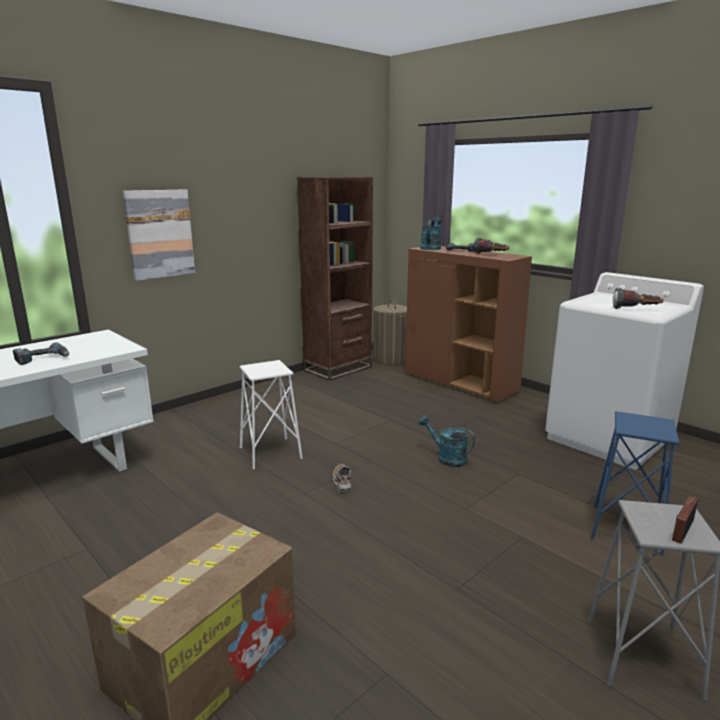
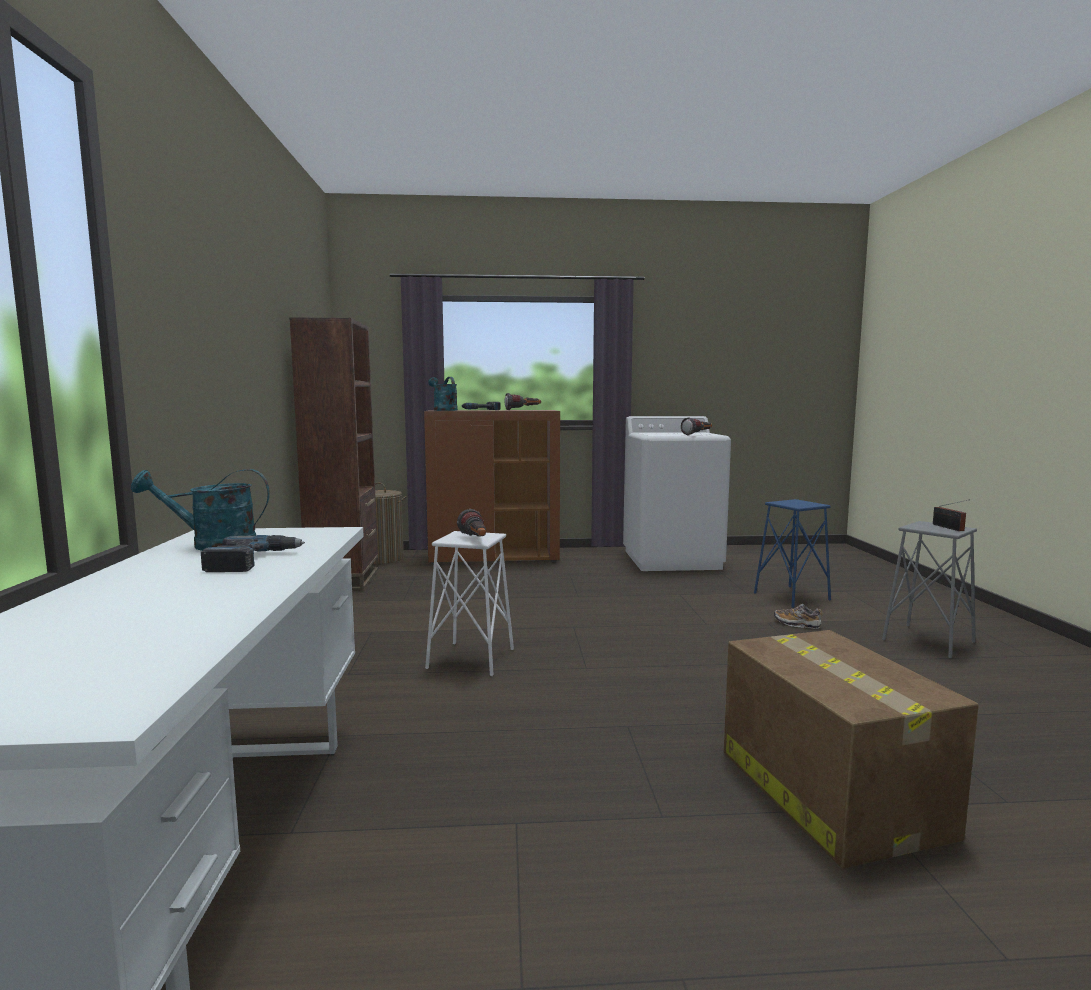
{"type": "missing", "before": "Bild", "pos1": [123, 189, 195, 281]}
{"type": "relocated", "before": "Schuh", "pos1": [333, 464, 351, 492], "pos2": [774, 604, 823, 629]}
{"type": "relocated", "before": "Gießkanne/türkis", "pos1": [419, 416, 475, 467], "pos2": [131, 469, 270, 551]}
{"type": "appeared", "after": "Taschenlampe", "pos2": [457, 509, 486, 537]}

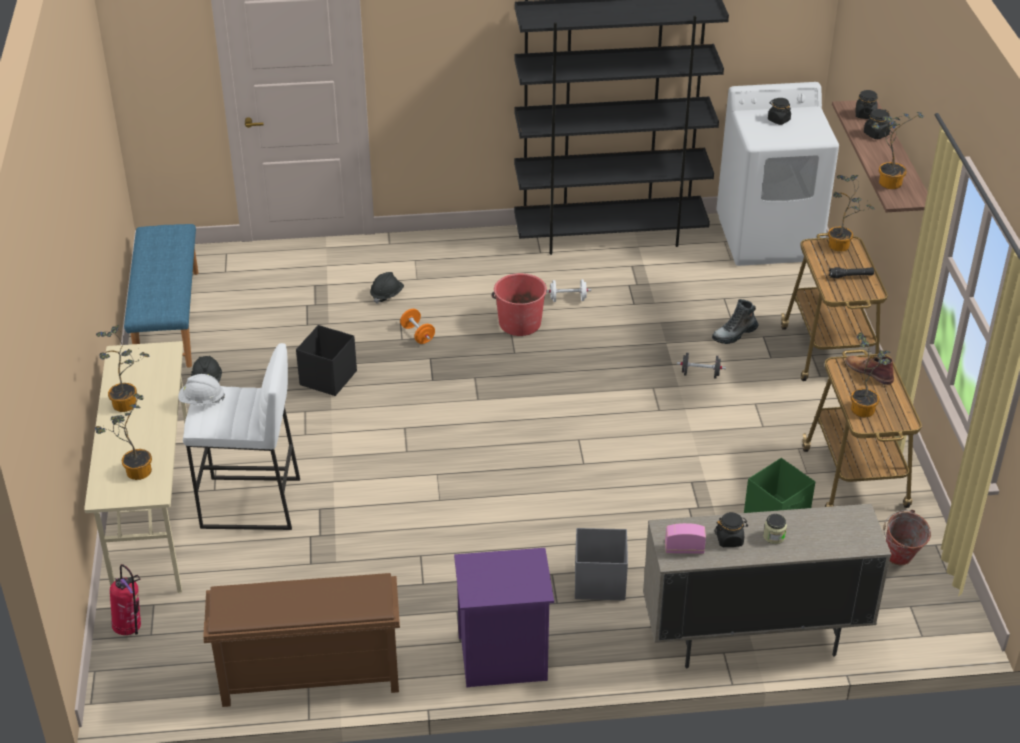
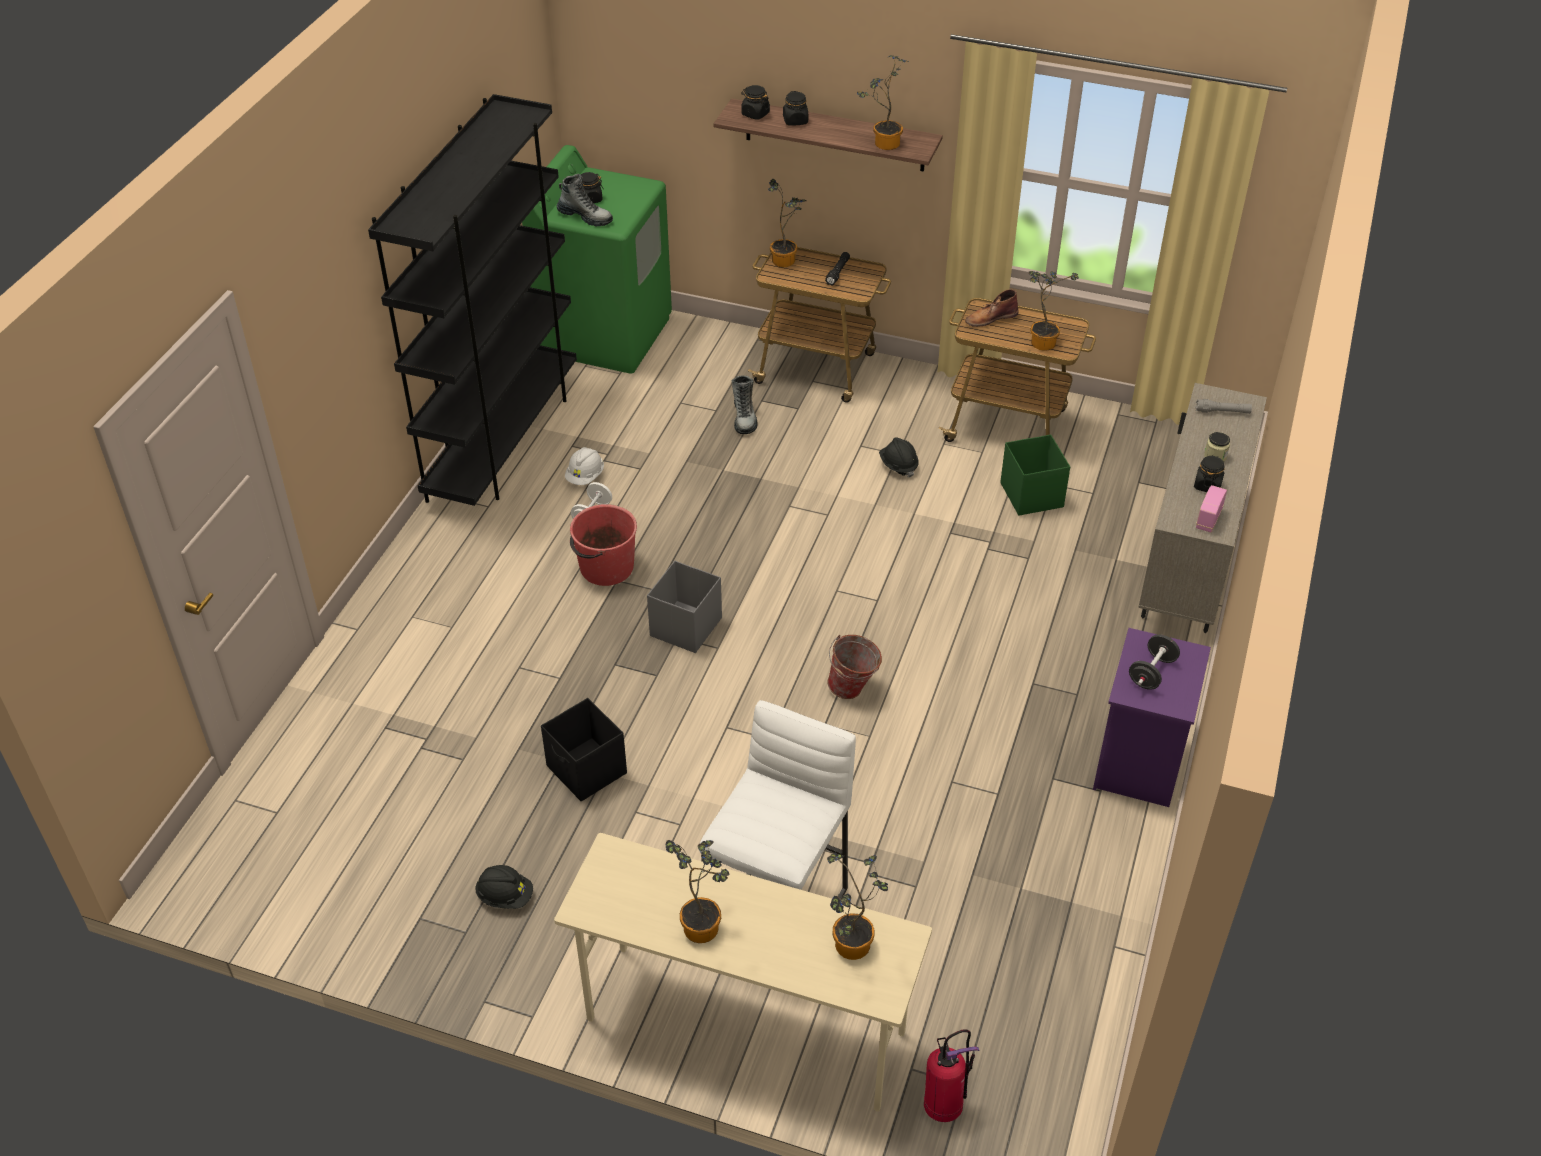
{"type": "missing", "before": "Bank/blau", "pos1": [124, 224, 198, 368]}
{"type": "relocated", "before": "Schutzhelm/weiß", "pos1": [178, 374, 225, 405], "pos2": [565, 447, 604, 485]}
{"type": "missing", "before": "Schuhregal/braun", "pos1": [203, 573, 400, 707]}
{"type": "relocated", "before": "Schutzhelm/schwarz", "pos1": [370, 272, 404, 304], "pos2": [879, 437, 919, 477]}
{"type": "missing", "before": "Hantel/orange", "pos1": [400, 309, 435, 344]}
{"type": "relocated", "before": "Aufbewahrungsbox/grau", "pos1": [575, 528, 628, 600], "pos2": [647, 561, 722, 653]}
{"type": "relocated", "before": "Hantel/schwarz", "pos1": [677, 353, 726, 379], "pos2": [1129, 634, 1180, 690]}
{"type": "colour", "before": "Waschmaschine/weiß", "after": "Waschmaschine/grün", "pos1": [716, 82, 839, 266], "pos2": [522, 145, 672, 374]}
{"type": "relocated", "before": "Eimer", "pos1": [883, 510, 931, 565], "pos2": [827, 635, 882, 699]}
{"type": "appeared", "after": "Stiefel", "pos2": [557, 174, 613, 227]}
{"type": "appeared", "after": "Taschenlampe/grau", "pos2": [1195, 399, 1252, 414]}

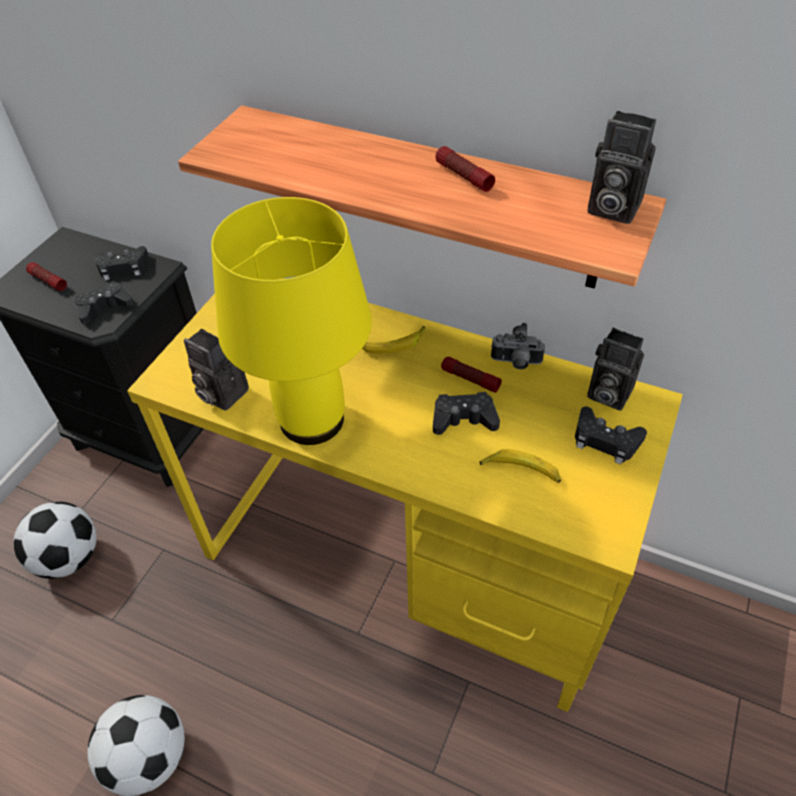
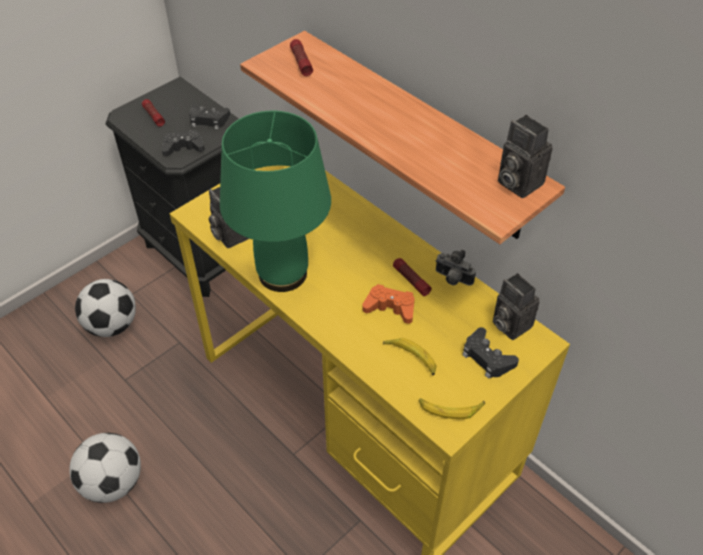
{"type": "colour", "before": "Tischlampe/gelb", "after": "Tischlampe/grün", "pos1": [211, 197, 372, 445], "pos2": [220, 111, 331, 292]}
{"type": "relocated", "before": "Banane", "pos1": [362, 326, 425, 353], "pos2": [419, 398, 485, 419]}
{"type": "colour", "before": "Gamepad/schwarz", "after": "Gamepad/orange", "pos1": [433, 392, 500, 435], "pos2": [362, 284, 415, 324]}
{"type": "relocated", "before": "Taschenlampe", "pos1": [436, 146, 495, 192], "pos2": [290, 39, 313, 76]}

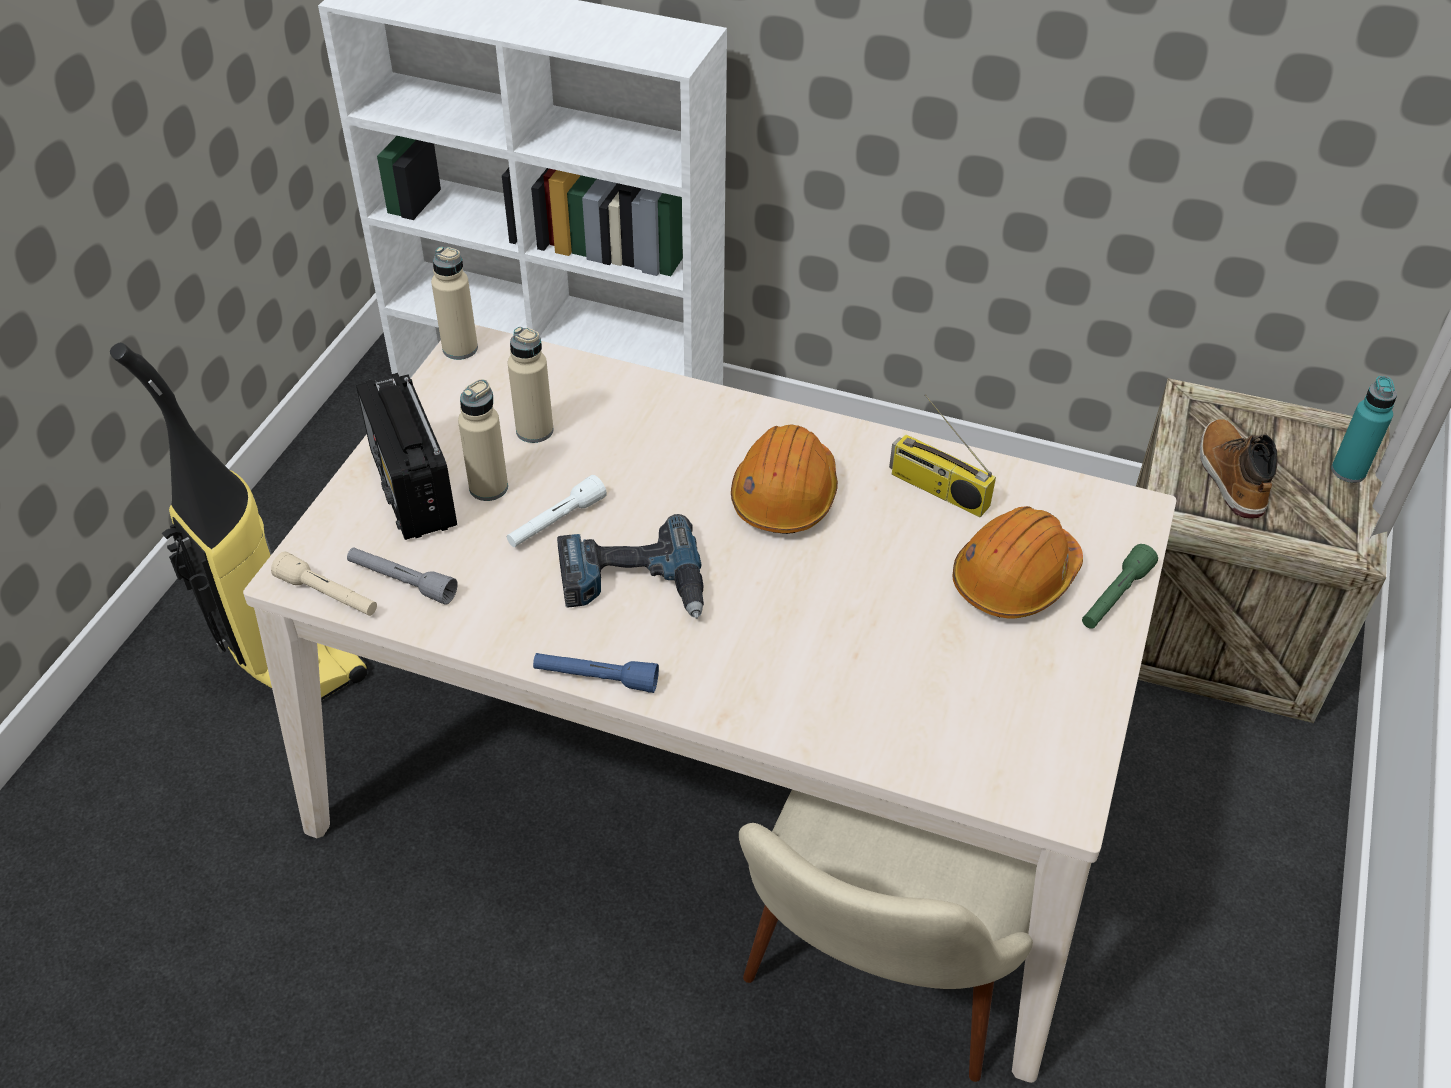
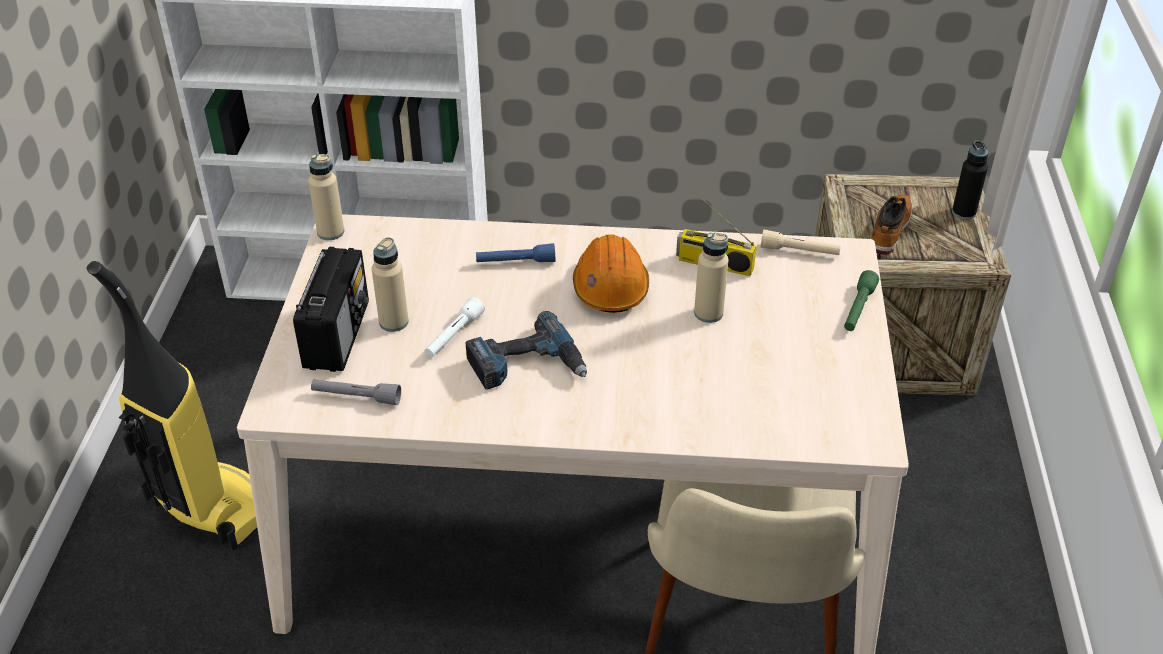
{"type": "relocated", "before": "Taschenlampe/beige", "pos1": [271, 552, 377, 616], "pos2": [761, 230, 841, 255]}
{"type": "spun", "before": "Radio", "pos1": [356, 373, 457, 540], "pos2": [293, 247, 369, 372], "turn": -135}
{"type": "relocated", "before": "Flasche/beige", "pos1": [508, 327, 553, 443], "pos2": [694, 233, 729, 323]}
{"type": "relocated", "before": "Taschenlampe/blau", "pos1": [533, 653, 659, 693], "pos2": [476, 243, 555, 262]}
{"type": "missing", "before": "Schutzhelm/orange", "pos1": [953, 506, 1083, 619]}
{"type": "spun", "before": "Stiefel", "pos1": [1200, 419, 1278, 518], "pos2": [870, 194, 912, 255], "turn": 45}
{"type": "colour", "before": "Flasche/türkis", "after": "Flasche/schwarz", "pos1": [1331, 376, 1397, 483], "pos2": [952, 141, 988, 220]}

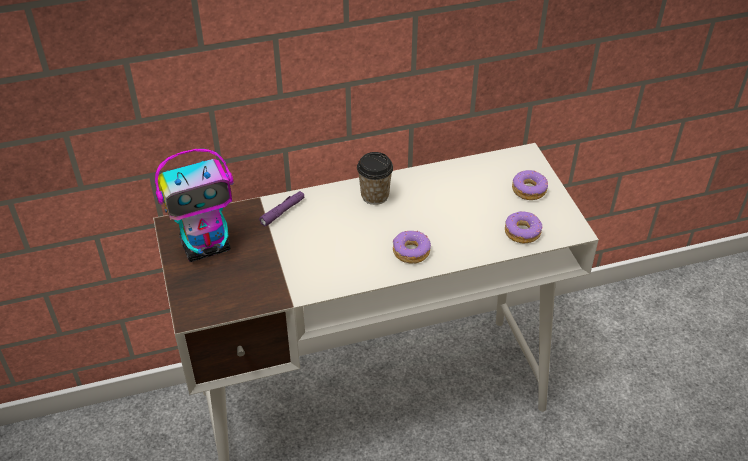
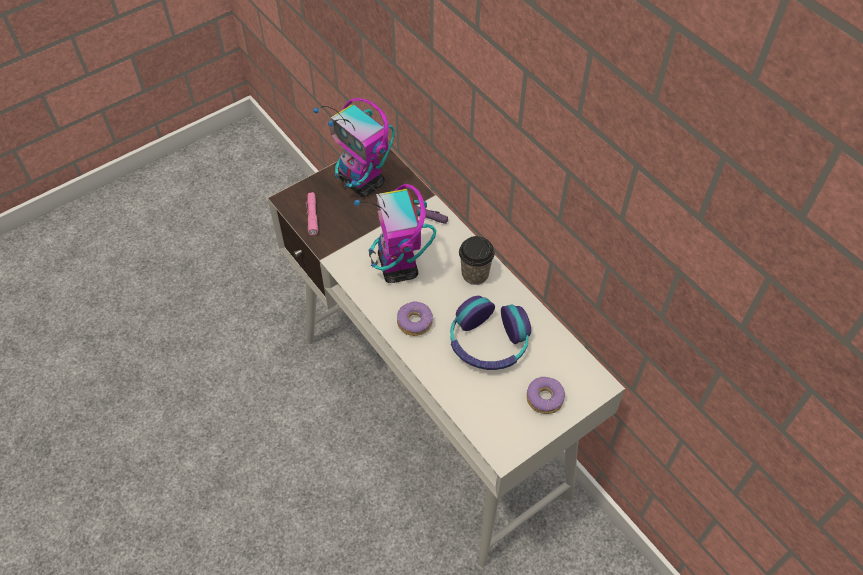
{"type": "missing", "before": "Donut", "pos1": [505, 211, 542, 243]}
{"type": "appeared", "after": "Taschenlampe/rosa", "pos2": [306, 192, 318, 235]}
{"type": "appeared", "after": "Spielzeugroboter", "pos2": [351, 180, 436, 283]}
{"type": "appeared", "after": "Kopfhörer", "pos2": [450, 296, 531, 370]}

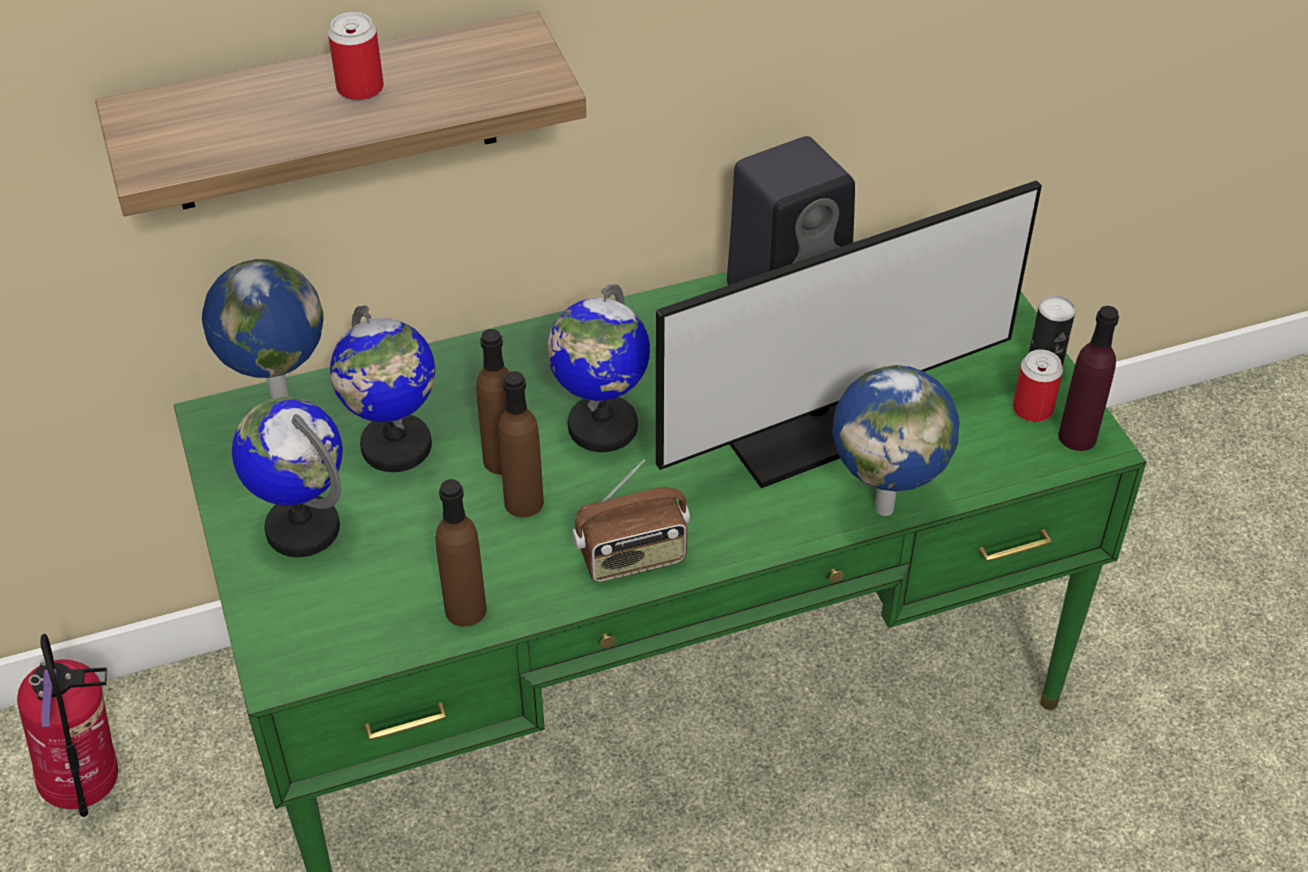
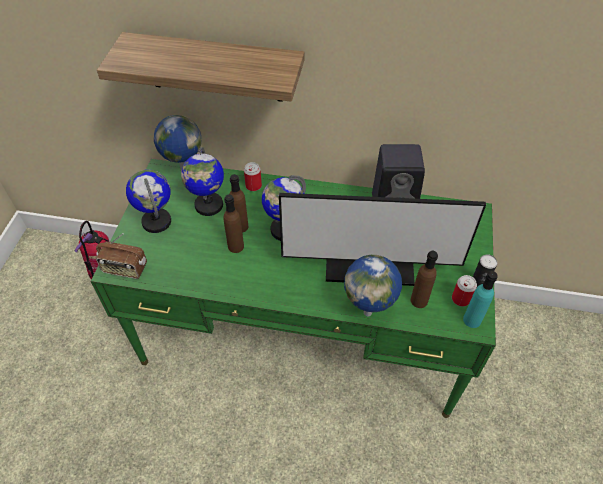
{"type": "relocated", "before": "Dose", "pos1": [328, 12, 384, 101], "pos2": [244, 162, 262, 191]}
{"type": "relocated", "before": "Flasche/braun", "pos1": [436, 479, 487, 627], "pos2": [411, 251, 438, 308]}
{"type": "relocated", "before": "Radio", "pos1": [572, 459, 690, 582], "pos2": [96, 234, 147, 279]}
{"type": "colour", "before": "Flasche/lila", "after": "Flasche/türkis", "pos1": [1058, 306, 1119, 451], "pos2": [463, 271, 498, 328]}

